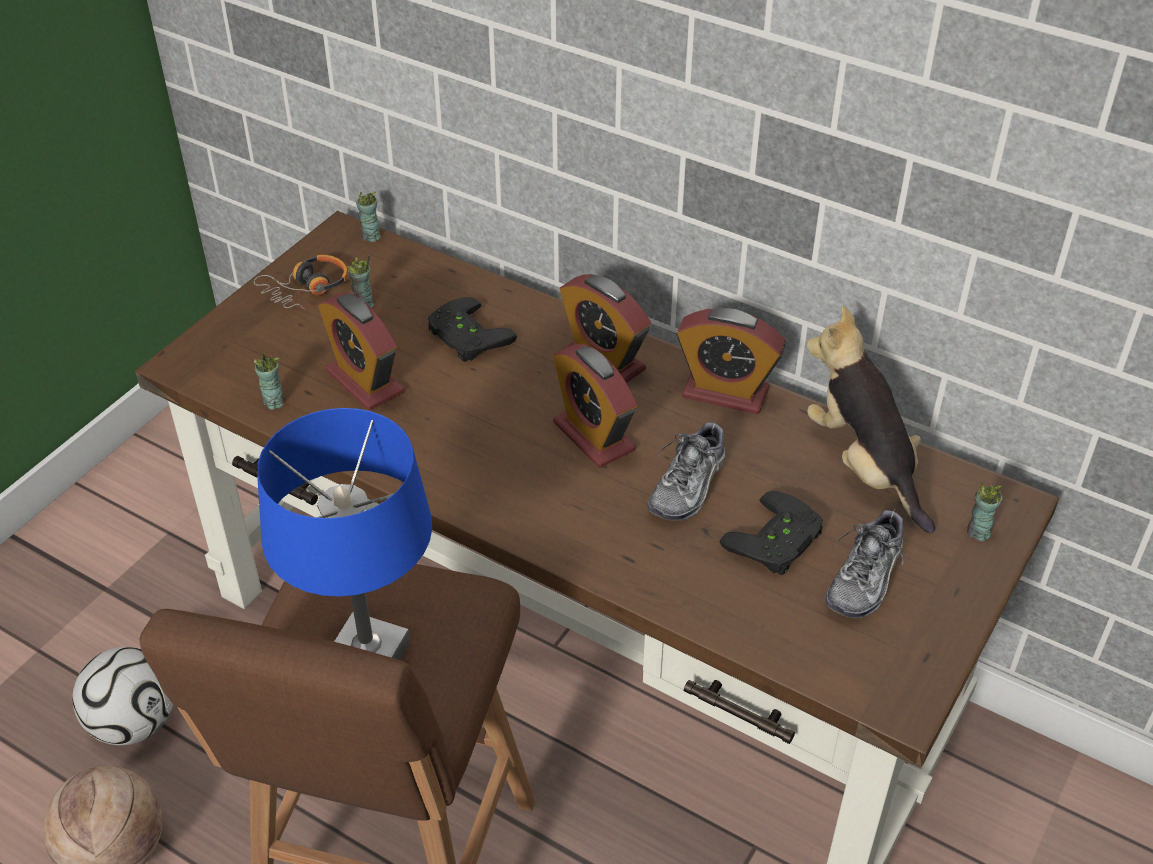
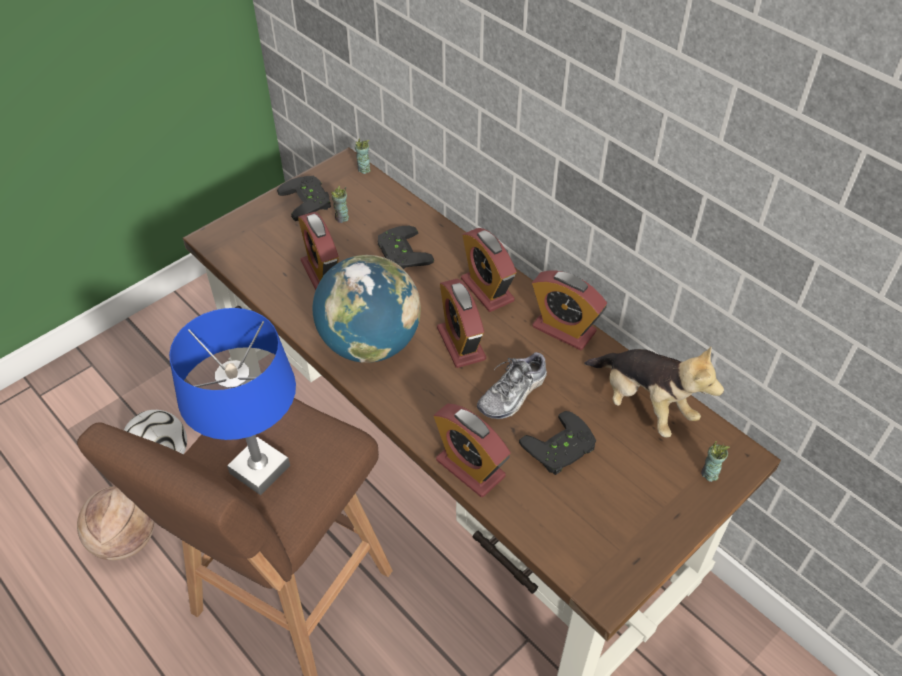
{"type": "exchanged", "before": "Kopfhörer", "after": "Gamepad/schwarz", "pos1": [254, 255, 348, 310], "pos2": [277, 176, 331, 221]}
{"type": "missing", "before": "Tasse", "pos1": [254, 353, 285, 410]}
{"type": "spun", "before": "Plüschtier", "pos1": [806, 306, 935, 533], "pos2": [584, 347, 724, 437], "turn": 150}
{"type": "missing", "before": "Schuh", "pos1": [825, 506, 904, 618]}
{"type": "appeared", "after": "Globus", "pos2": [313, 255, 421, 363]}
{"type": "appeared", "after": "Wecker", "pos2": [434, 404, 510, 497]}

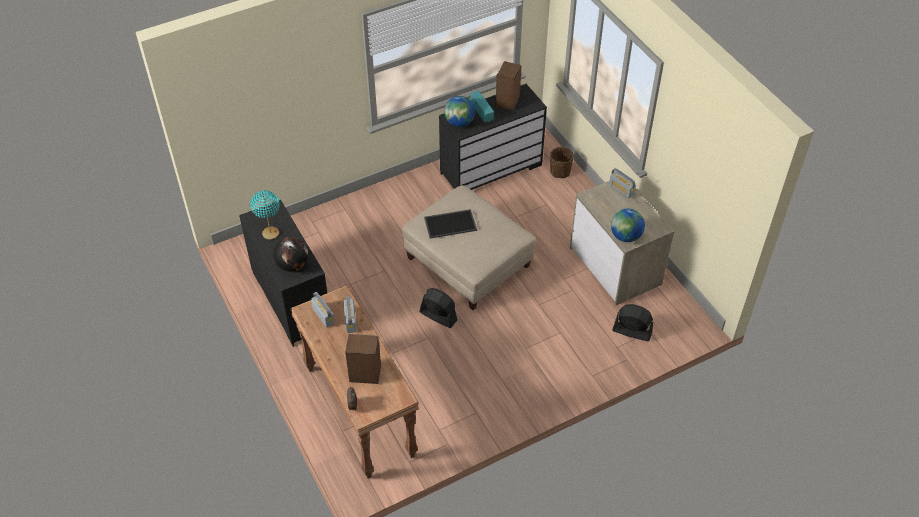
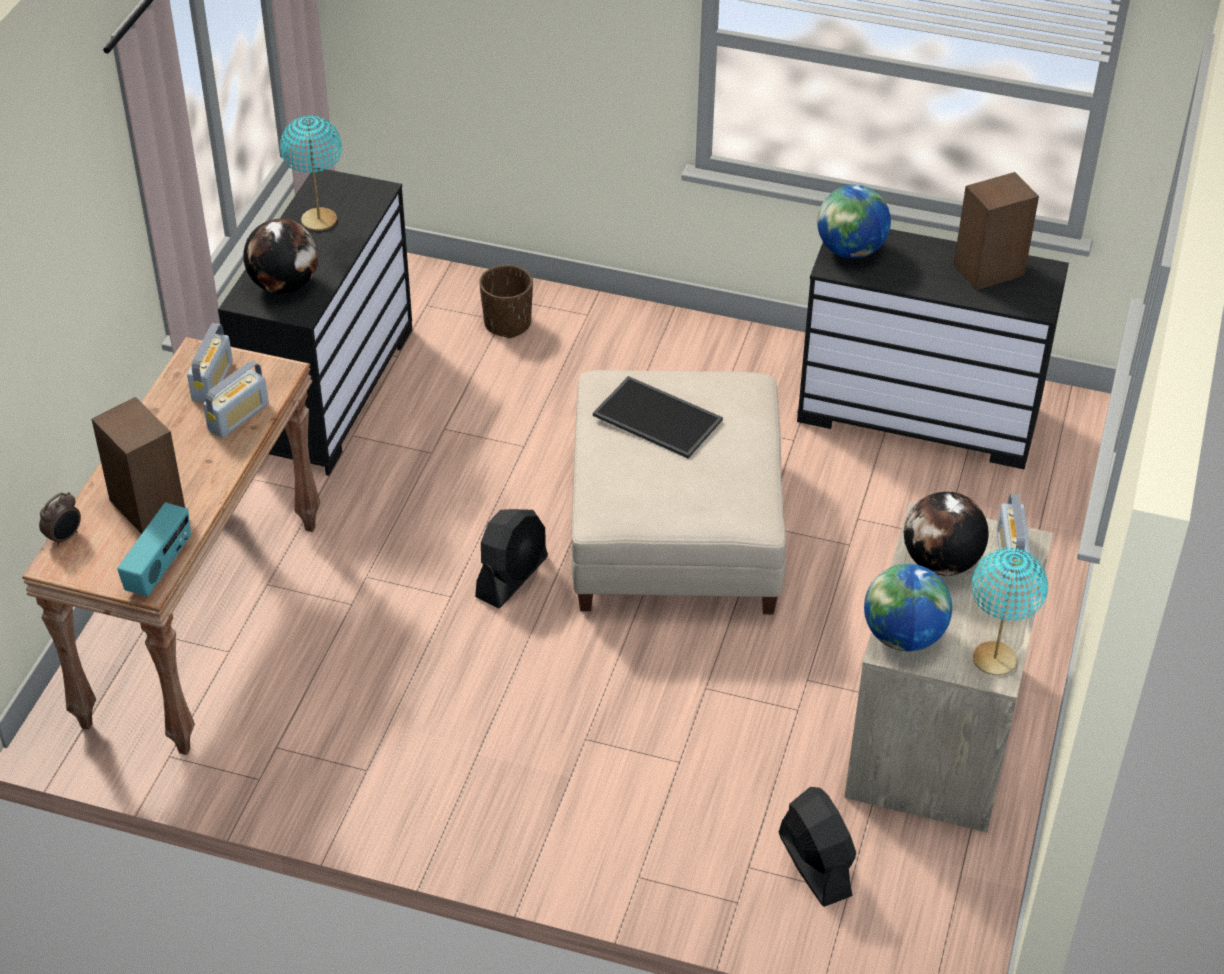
{"type": "spun", "before": "Ventilator/schwarz", "pos1": [419, 288, 458, 328], "pos2": [475, 509, 548, 608], "turn": 45}
{"type": "relocated", "before": "Radio", "pos1": [470, 91, 494, 122], "pos2": [117, 503, 191, 597]}
{"type": "relocated", "before": "Pflanzkübel/braun", "pos1": [550, 147, 574, 178], "pos2": [479, 265, 533, 339]}
{"type": "appeared", "after": "Globus", "pos2": [904, 492, 989, 576]}
{"type": "appeared", "after": "Tischlampe/türkis", "pos2": [972, 548, 1048, 676]}

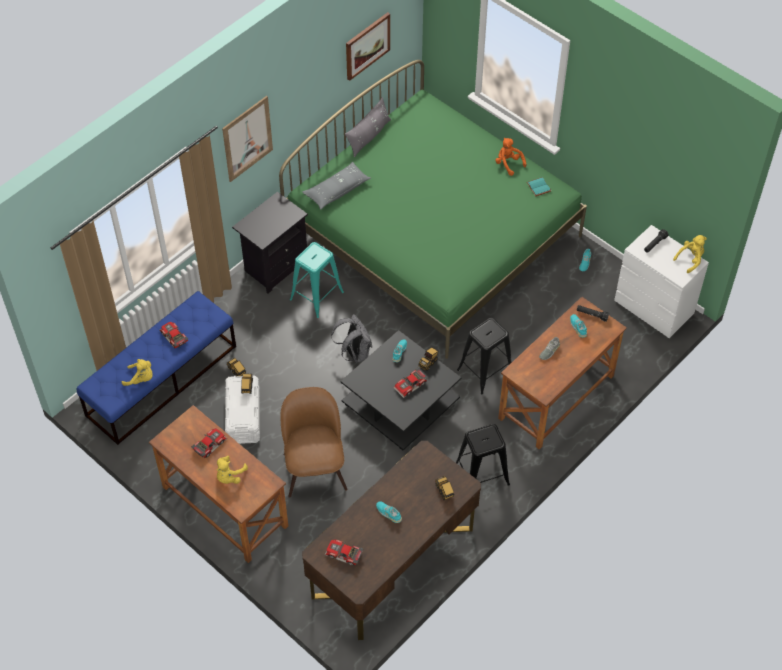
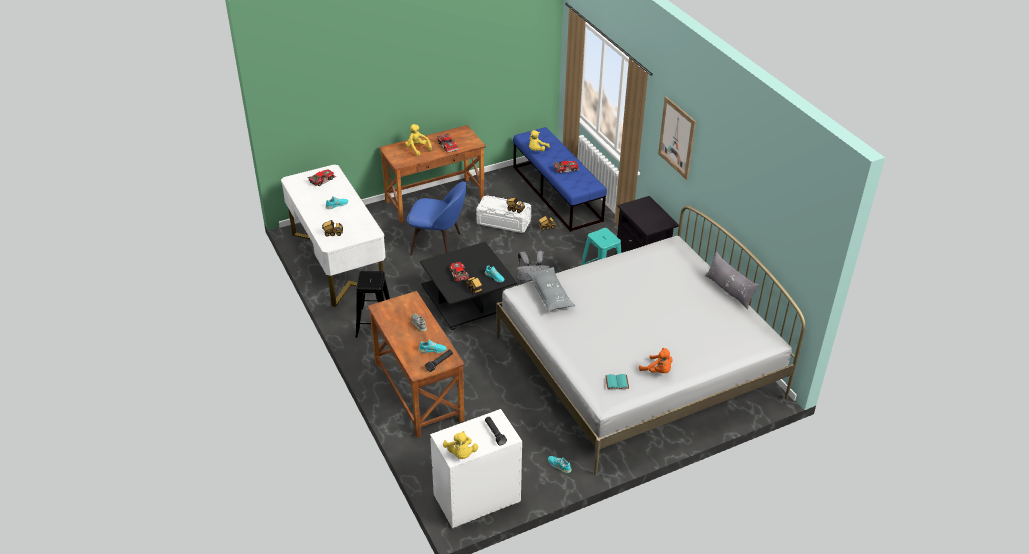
{"type": "colour", "before": "Bett/grün", "after": "Bett/weiß", "pos1": [279, 60, 587, 359], "pos2": [497, 206, 806, 475]}
{"type": "colour", "before": "Stuhl/braun", "after": "Stuhl/blau", "pos1": [280, 387, 348, 498], "pos2": [407, 181, 466, 256]}
{"type": "relocated", "before": "Kissen/grau", "pos1": [302, 162, 371, 210], "pos2": [527, 267, 576, 312]}
{"type": "colour", "before": "Schreibtisch/braun", "after": "Schreibtisch/weiß", "pos1": [302, 441, 481, 640], "pos2": [281, 165, 386, 307]}
{"type": "missing", "before": "Bild", "pos1": [346, 12, 390, 81]}
{"type": "missing", "before": "Hocker/schwarz", "pos1": [457, 318, 512, 394]}
{"type": "spun", "before": "Plüschtier/orange", "pos1": [495, 138, 527, 176], "pos2": [639, 348, 673, 373], "turn": 60}

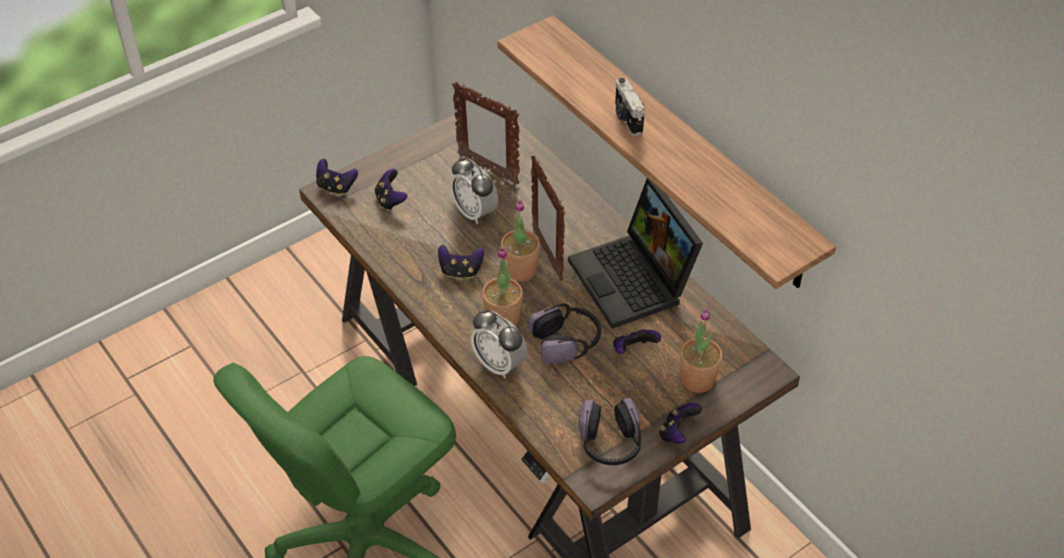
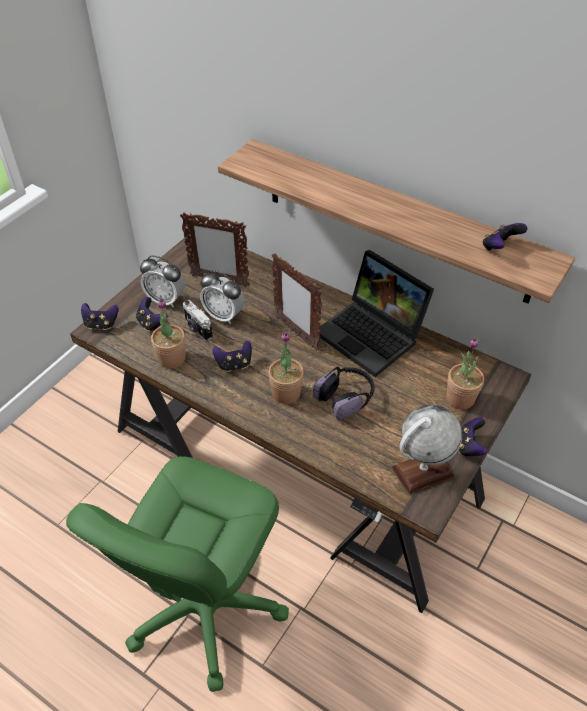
{"type": "relocated", "before": "Wecker", "pos1": [471, 310, 527, 379], "pos2": [140, 256, 185, 307]}
{"type": "relocated", "before": "Topfpflanze", "pos1": [501, 199, 540, 281], "pos2": [151, 298, 186, 369]}
{"type": "exchanged", "before": "Kopfhörer", "after": "Globus", "pos1": [579, 398, 641, 465], "pos2": [391, 405, 462, 494]}
{"type": "relocated", "before": "Gamepad", "pos1": [613, 328, 661, 354], "pos2": [482, 223, 528, 250]}
{"type": "relocated", "before": "Kamera", "pos1": [615, 78, 645, 136], "pos2": [183, 300, 213, 341]}

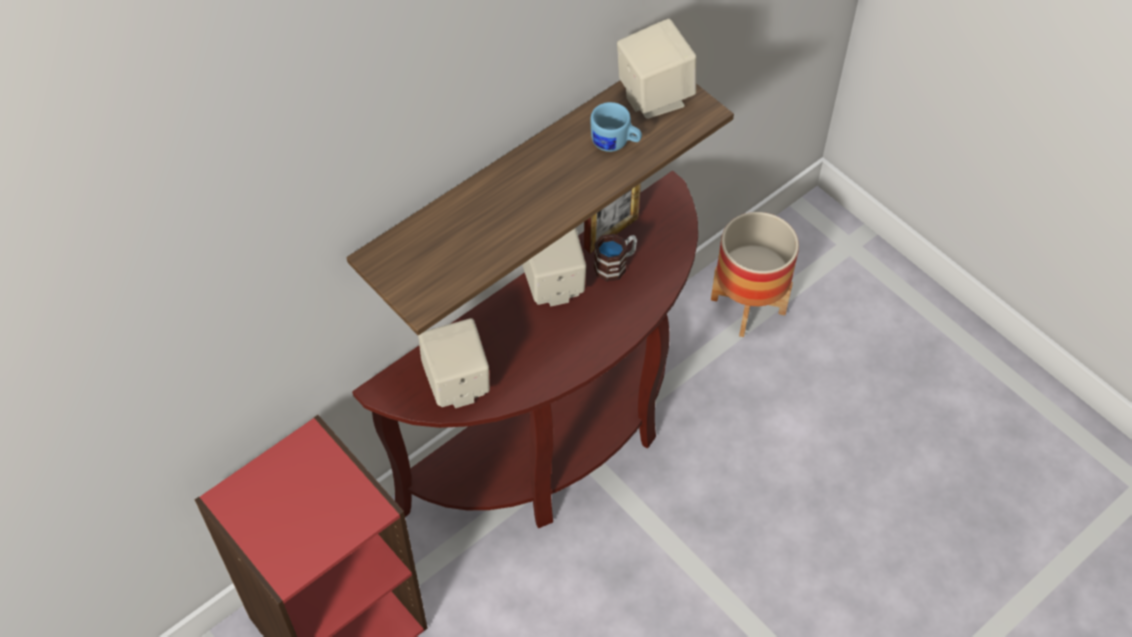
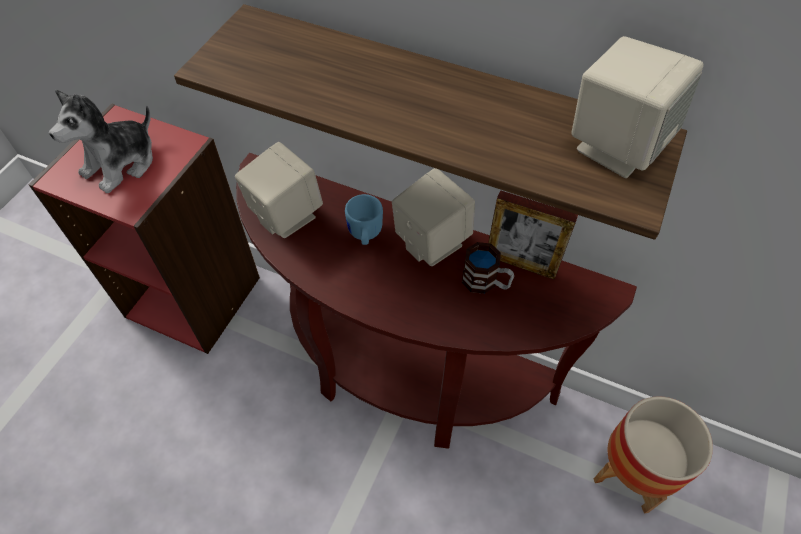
{"type": "relocated", "before": "Henkelbecher/blau", "pos1": [590, 102, 642, 152], "pos2": [345, 194, 383, 245]}
{"type": "appeared", "after": "Plüschtier", "pos2": [49, 90, 153, 193]}

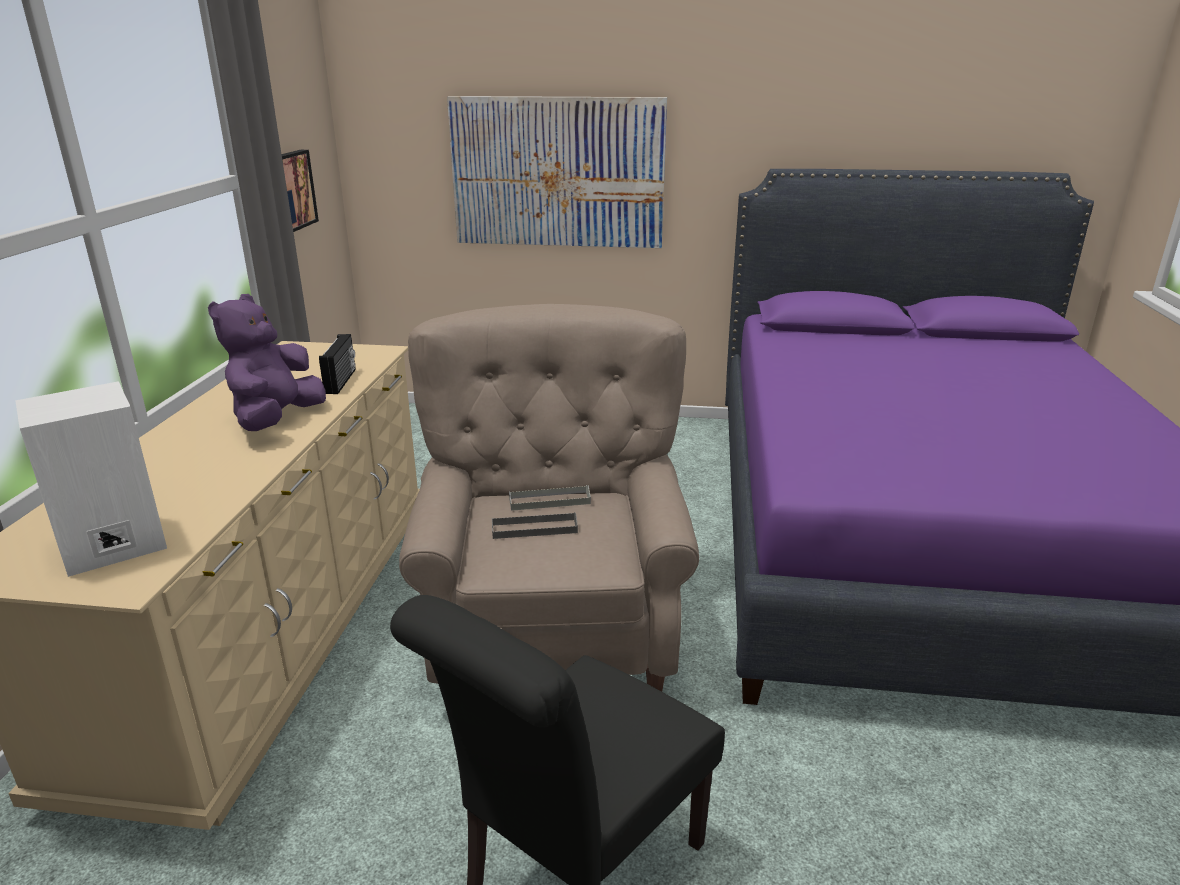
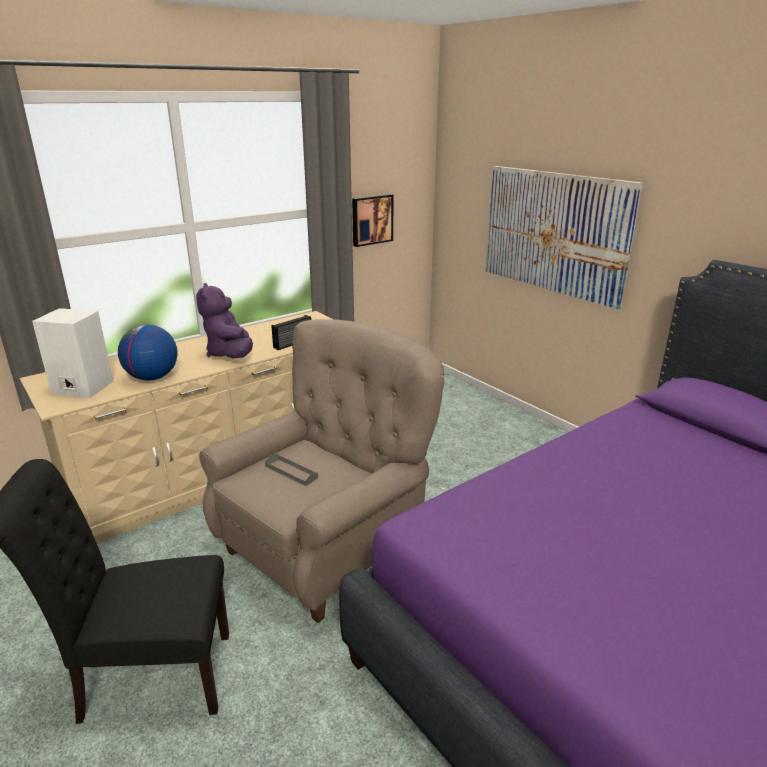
{"type": "spun", "before": "Plüschtier/lila", "pos1": [208, 294, 326, 431], "pos2": [196, 283, 253, 358], "turn": -75}
{"type": "missing", "before": "Tablett/grau", "pos1": [509, 485, 591, 511]}
{"type": "appeared", "after": "Globus", "pos2": [118, 325, 178, 381]}

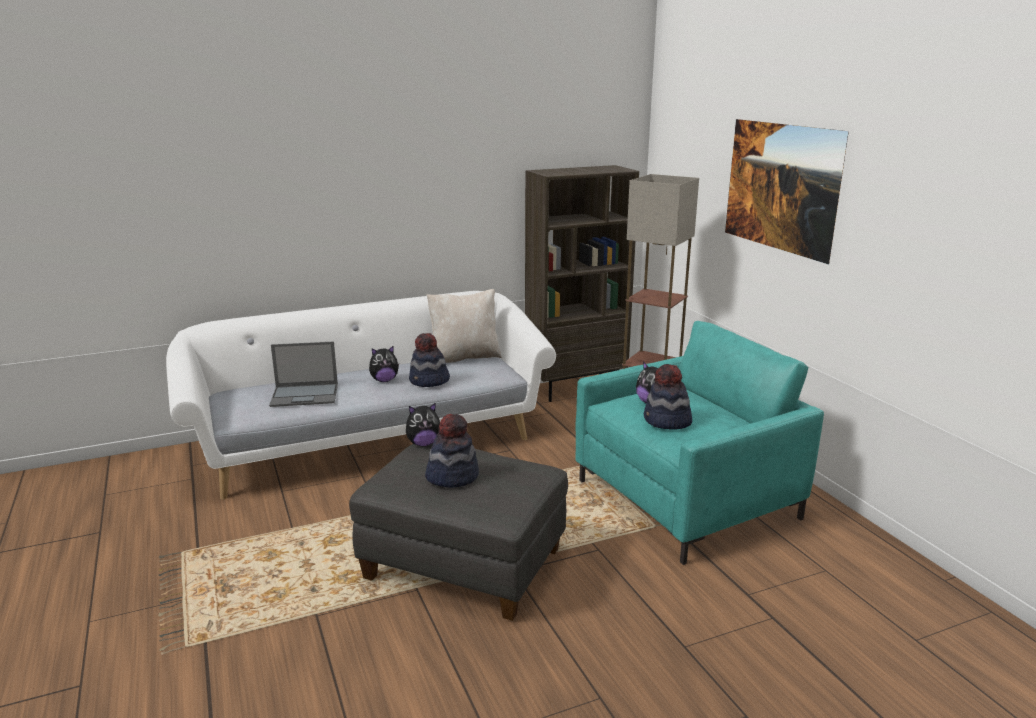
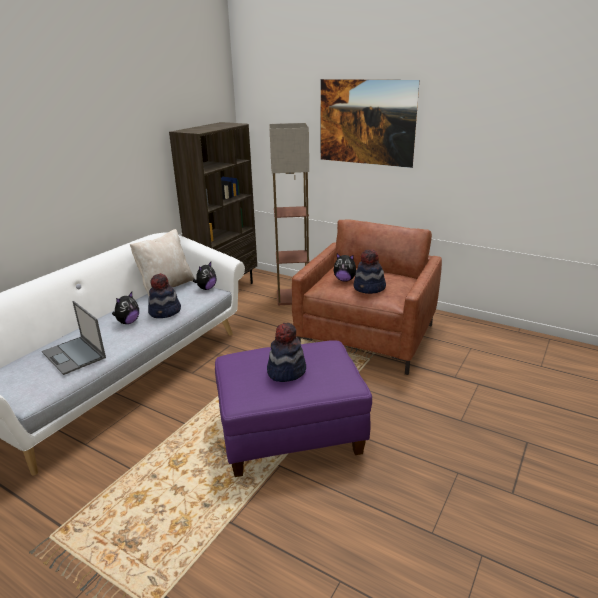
{"type": "spun", "before": "Laptop", "pos1": [269, 342, 338, 407], "pos2": [42, 301, 106, 375], "turn": 90}
{"type": "colour", "before": "Polsterhocker/grau", "after": "Polsterhocker/lila", "pos1": [349, 443, 568, 621], "pos2": [215, 340, 372, 477]}
{"type": "relocated", "before": "Plüschtier", "pos1": [406, 403, 440, 446], "pos2": [193, 262, 217, 290]}
{"type": "colour", "before": "Sessel/türkis", "after": "Sessel/braun", "pos1": [575, 321, 824, 565], "pos2": [292, 220, 442, 375]}

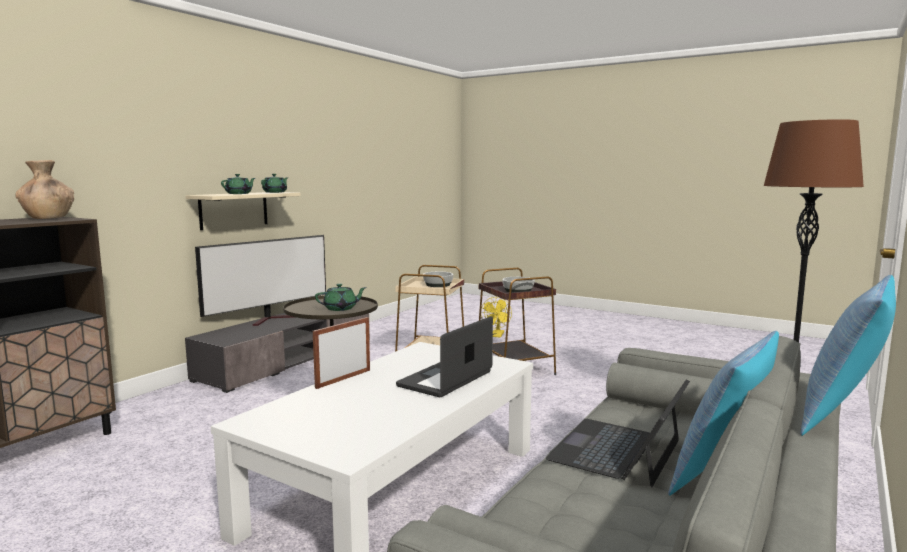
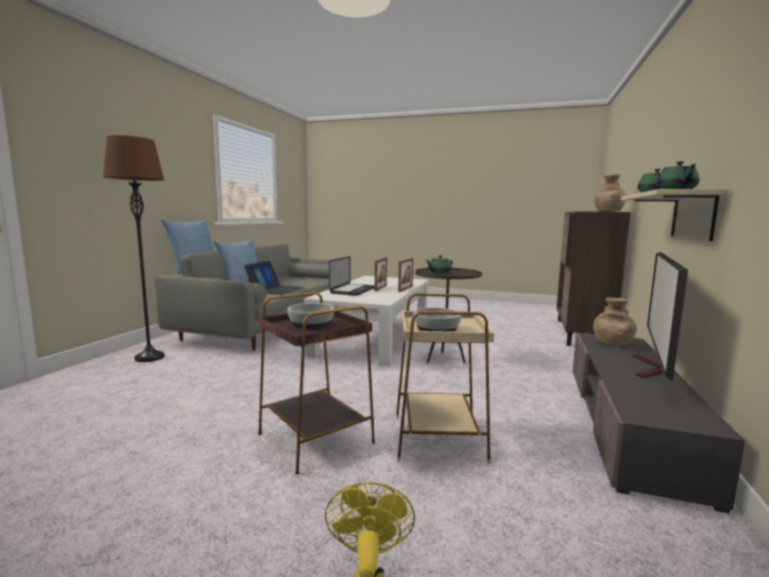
{"type": "appeared", "after": "Bilderrahmen", "pos2": [375, 257, 387, 291]}
{"type": "appeared", "after": "Vase/braun", "pos2": [593, 297, 637, 346]}

